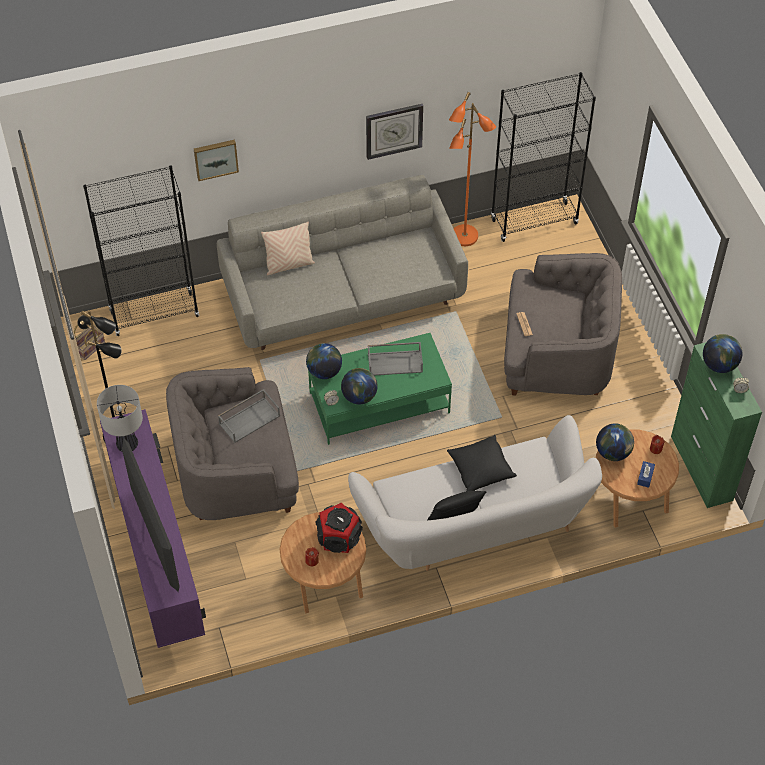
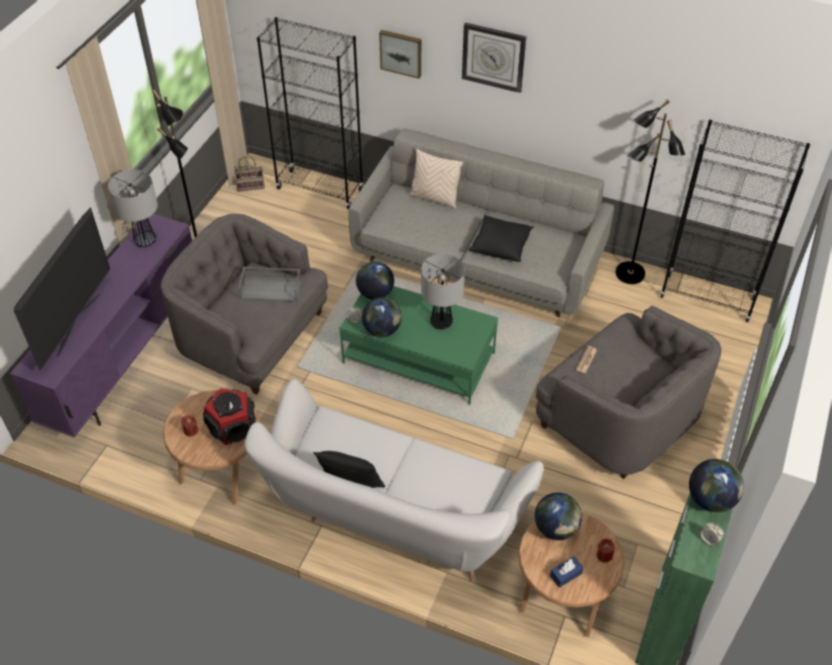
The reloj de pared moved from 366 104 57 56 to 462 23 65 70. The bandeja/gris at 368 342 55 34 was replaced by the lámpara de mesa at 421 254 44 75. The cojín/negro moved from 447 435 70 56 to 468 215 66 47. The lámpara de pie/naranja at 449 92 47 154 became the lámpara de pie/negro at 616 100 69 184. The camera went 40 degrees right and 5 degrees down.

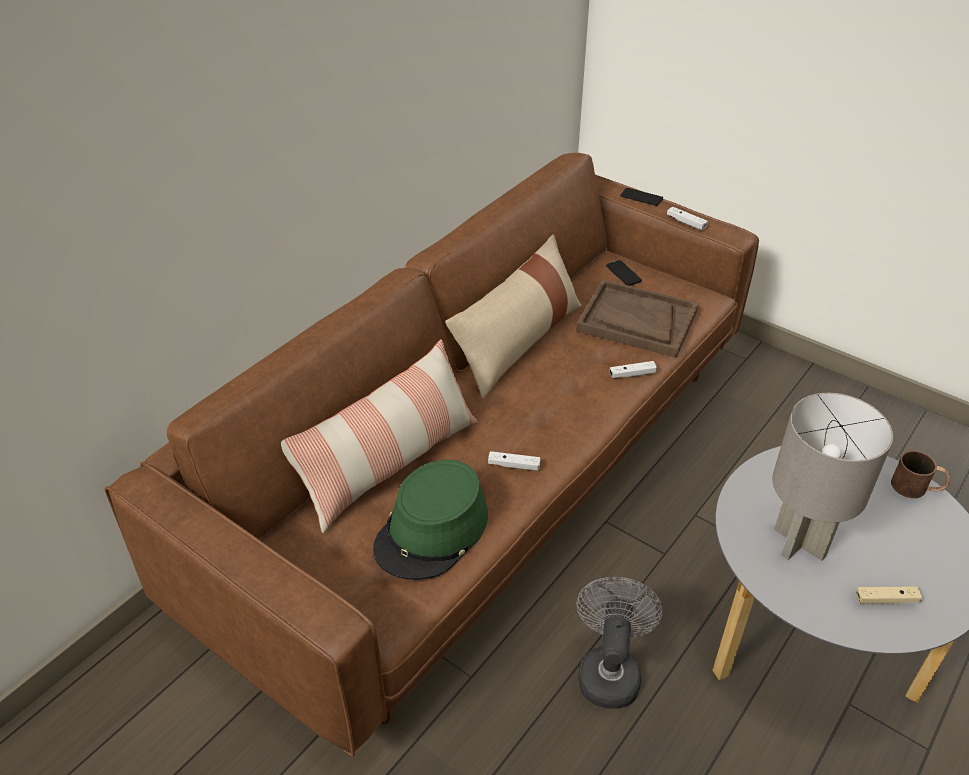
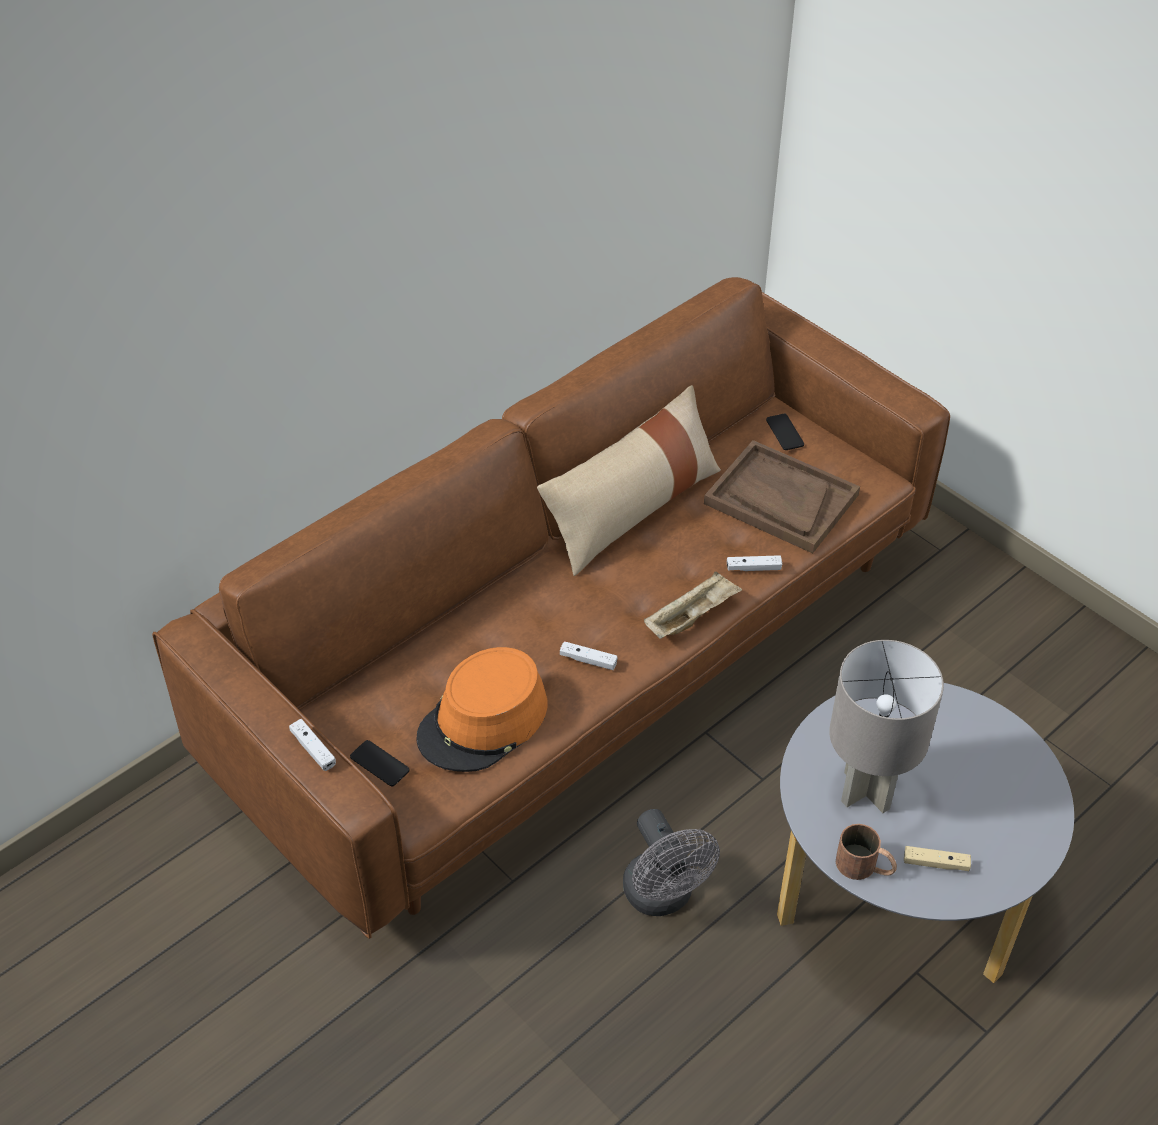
The cojín at 281 339 197 194 disappeared. The sombrero/verde at 373 460 115 120 became the sombrero/naranja at 416 647 131 125. The ventilador/gris at 576 577 87 132 turned 135 degrees clockwise. The móvil moved from 620 188 43 18 to 350 740 60 47. The mando de consola/blanco moved from 667 206 41 25 to 289 719 47 52. The taza grande/marrón moved from 891 451 59 47 to 836 824 61 56. The bandeja/beis at 644 572 98 67 appeared. The camera went 10 degrees right and 5 degrees up.

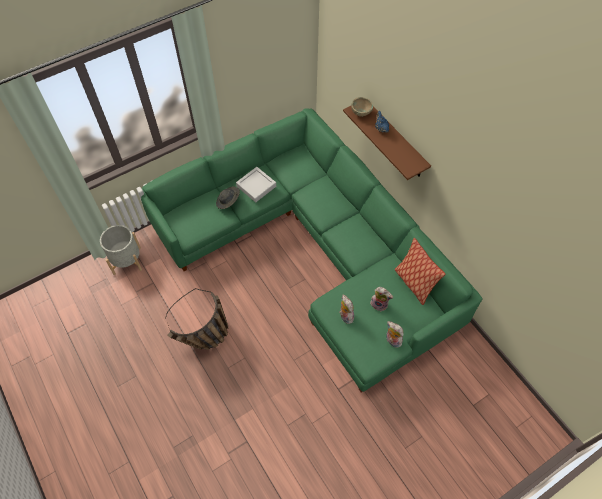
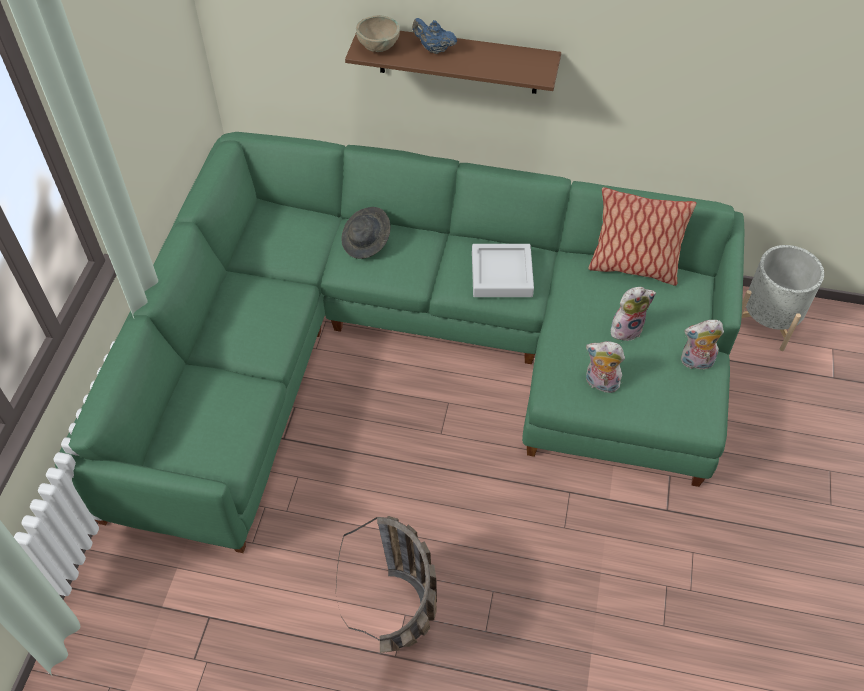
The maceta/gris moved from 100 225 42 50 to 742 245 82 106. The sombrero/gris moved from 216 186 24 23 to 342 207 49 52. The bandeja/gris moved from 236 167 40 35 to 472 244 62 53. The camera went 45 degrees left and 5 degrees down.

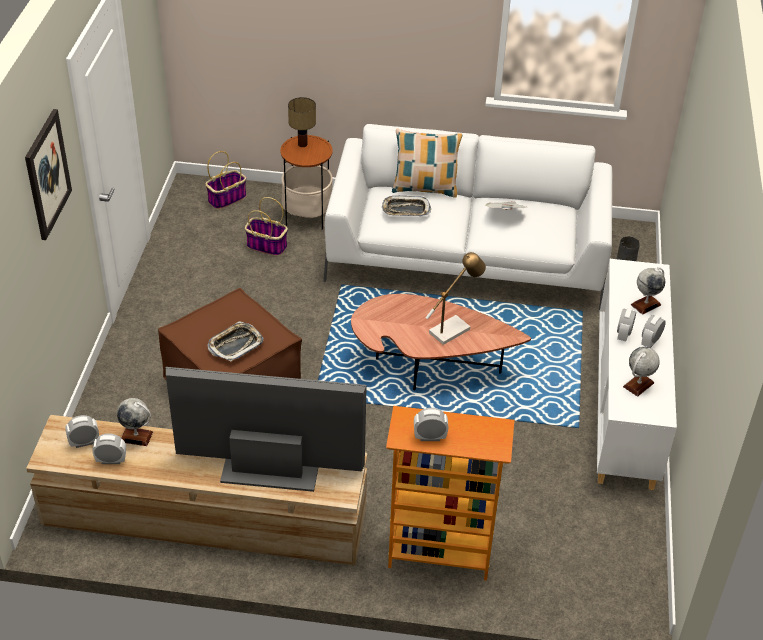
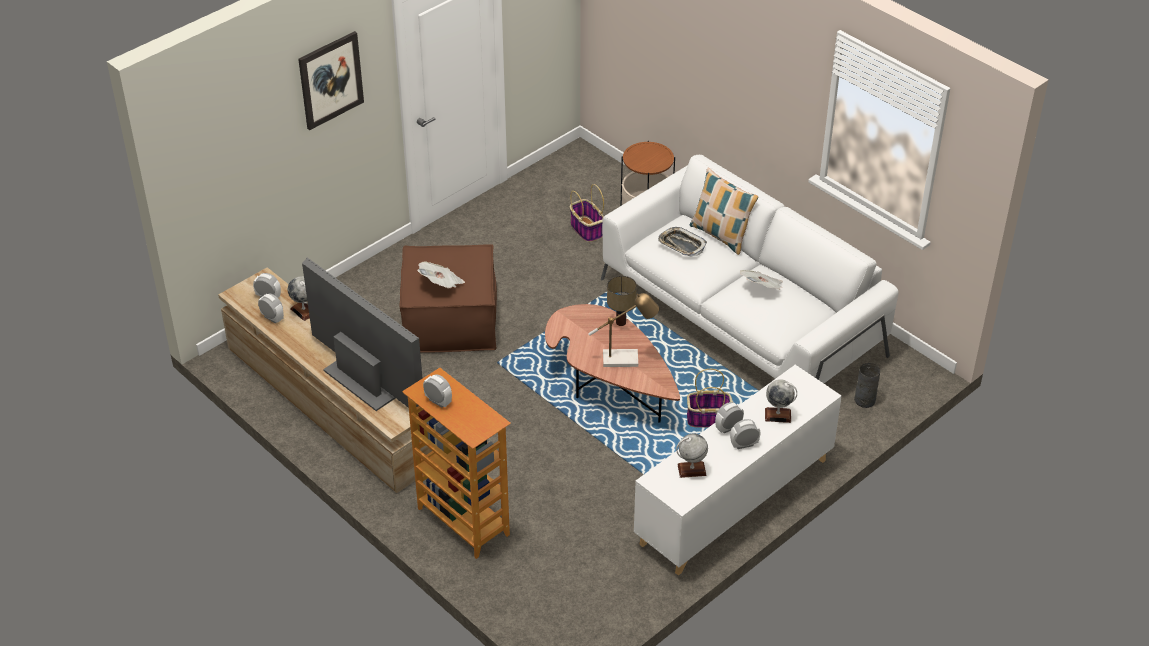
The cesta moved from 205 151 42 59 to 687 369 46 59. The bandeja at 207 321 57 41 was replaced by the periódico at 417 261 48 28. The lámpara de mesa moved from 288 97 28 50 to 607 276 30 50. The camera went 40 degrees right and 0 degrees up.

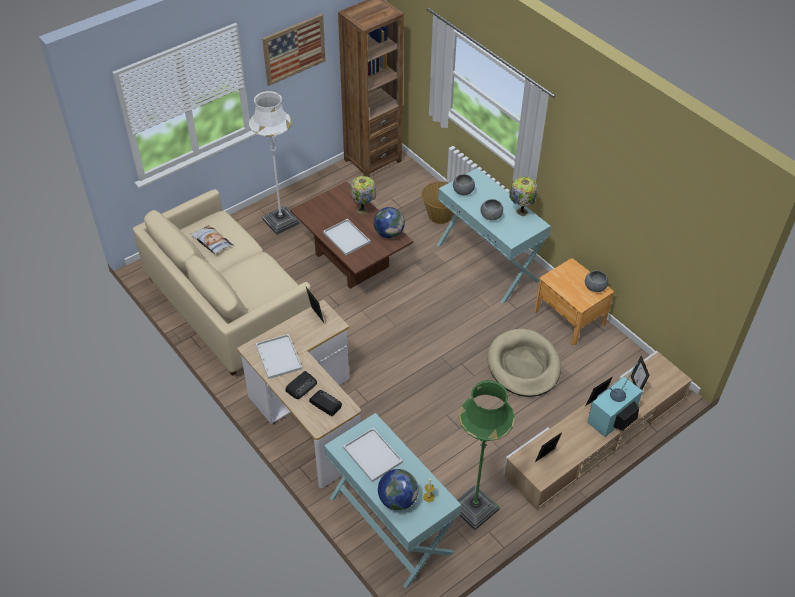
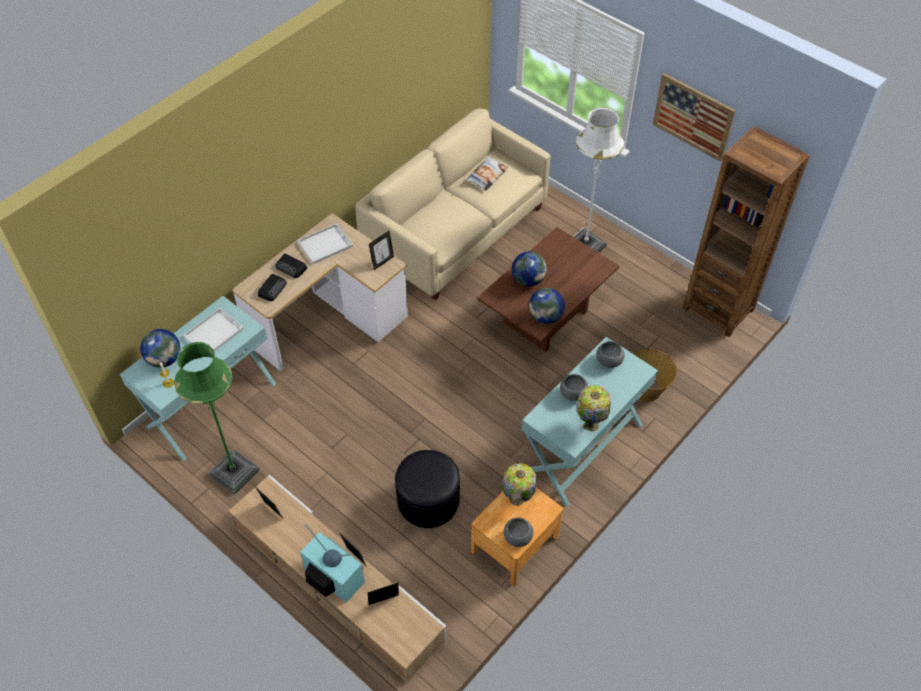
The bandeja/blanco at 323 219 47 36 was replaced by the globo terráqueo at 512 251 35 36. The lámpara de mesa moved from 350 176 26 38 to 502 463 35 43. The cama para perro/beis at 487 329 74 68 was replaced by the puf/negro at 395 450 65 78. The camera went 80 degrees right and 5 degrees up.

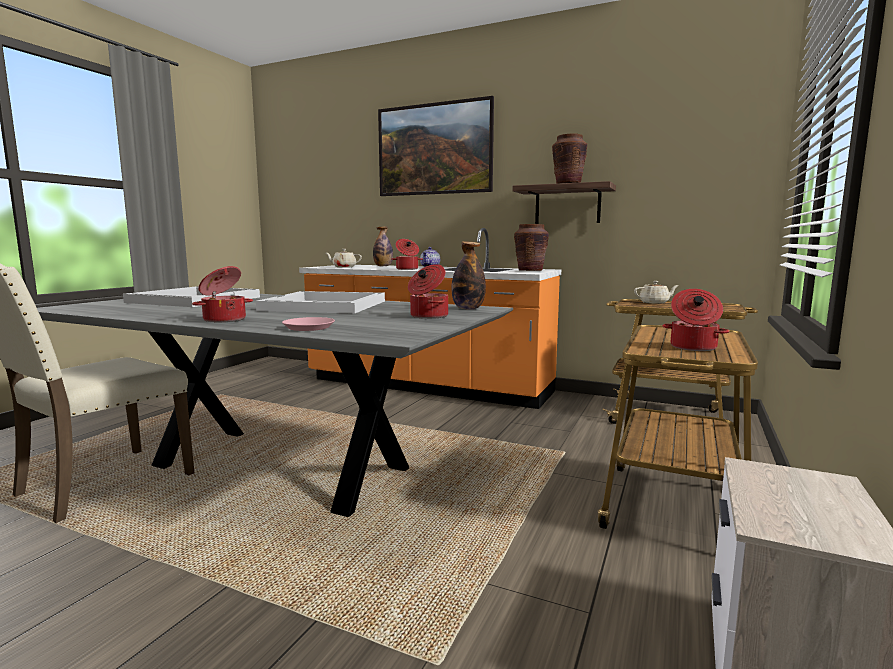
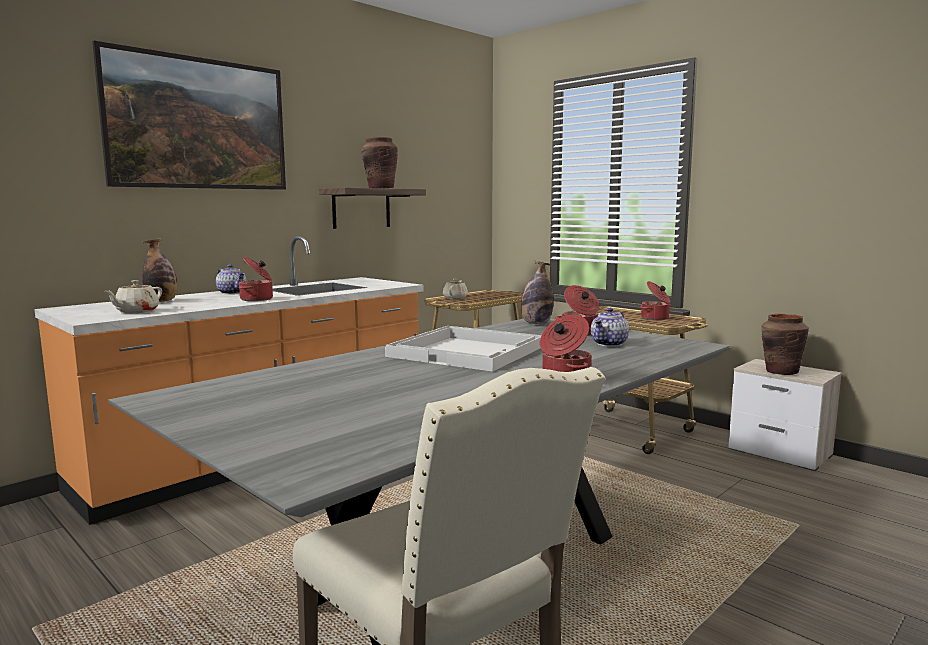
The bandeja/blanco at 123 286 137 21 disappeared. The plato/rosa at 282 317 53 14 disappeared. The florero/marrón moved from 514 224 35 47 to 761 314 48 61. The tetera at 591 308 38 39 appeared. The camera went 70 degrees left and 0 degrees up.

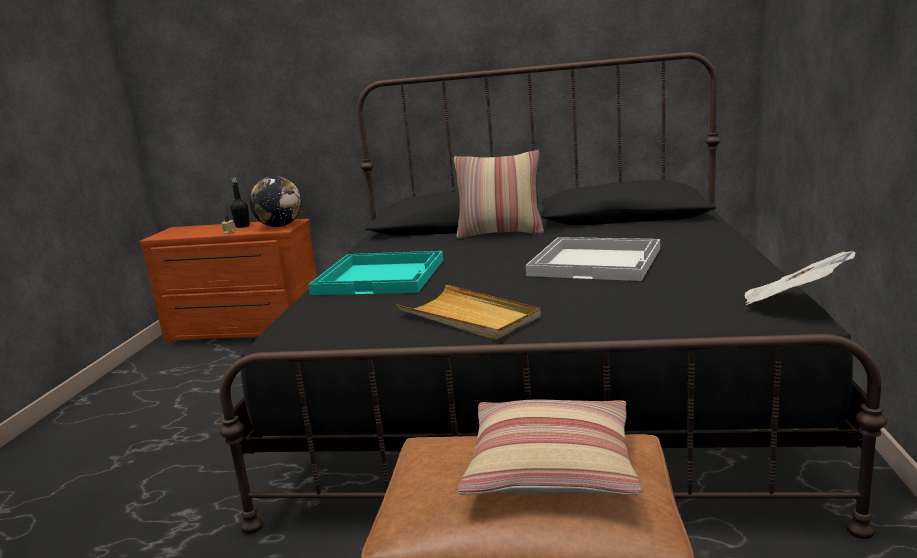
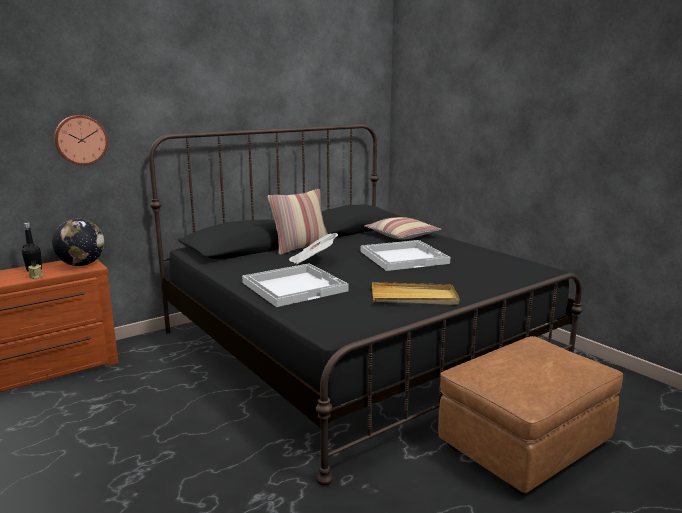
The bandeja/turquesa at 308 251 135 44 became the bandeja/blanco at 242 263 107 44. The cojín moved from 457 400 186 95 to 364 217 77 23. The periódico moved from 744 251 111 54 to 289 233 49 31. The reloj de pared at 54 115 54 50 appeared. The camera went 45 degrees left and 0 degrees up.

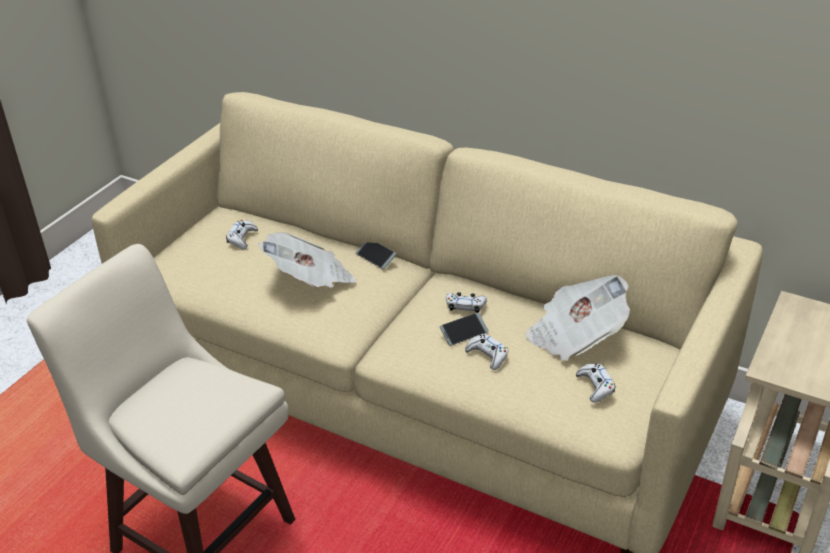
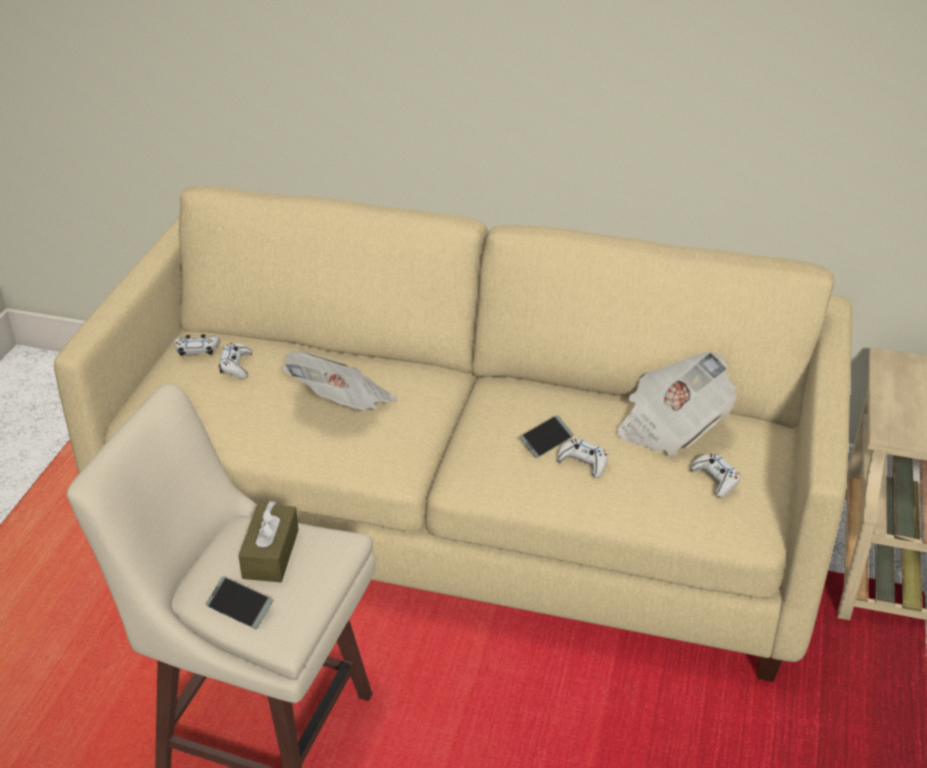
The móvil moved from 356 242 41 27 to 205 577 68 52. The mando de consola/blanco moved from 446 292 41 21 to 174 334 46 22. The caja de pañuelos/marrón at 238 501 61 81 appeared. The camera went 15 degrees left and 0 degrees up.

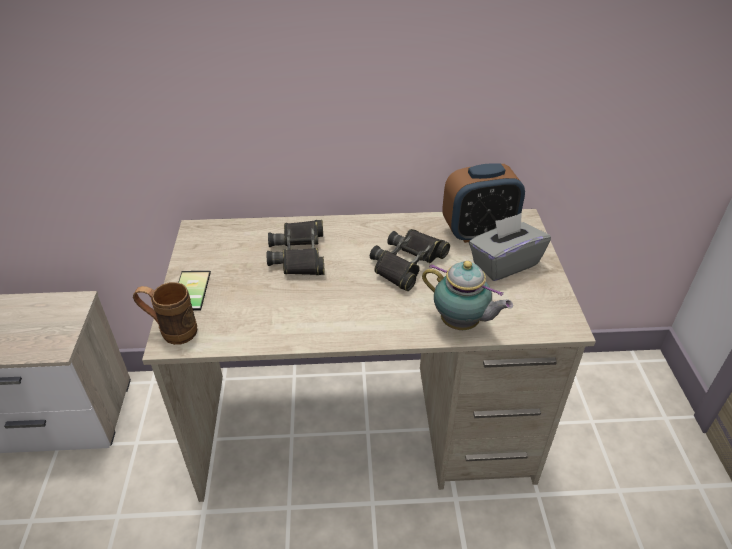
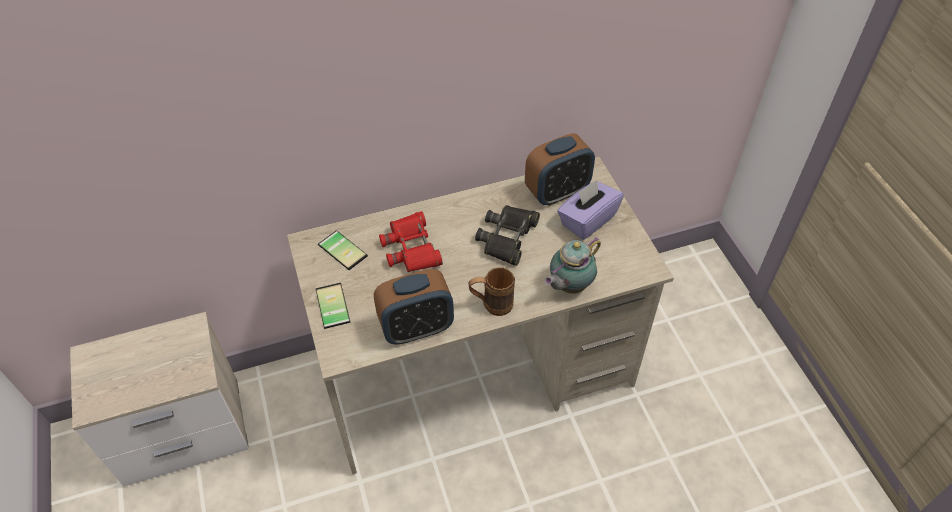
The taza grande/marrón moved from 133 282 64 63 to 468 268 47 48. The prismáticos/negro at 267 220 58 55 became the prismáticos/rojo at 379 211 64 61. The tetera at 422 261 91 69 turned 120 degrees clockwise. The caja de pañuelos/gris at 469 213 82 68 became the caja de pañuelos/morado at 557 180 67 60. The móvil at 318 230 50 40 appeared. The despertador at 374 269 80 76 appeared. The camera went 15 degrees left and 10 degrees up.

